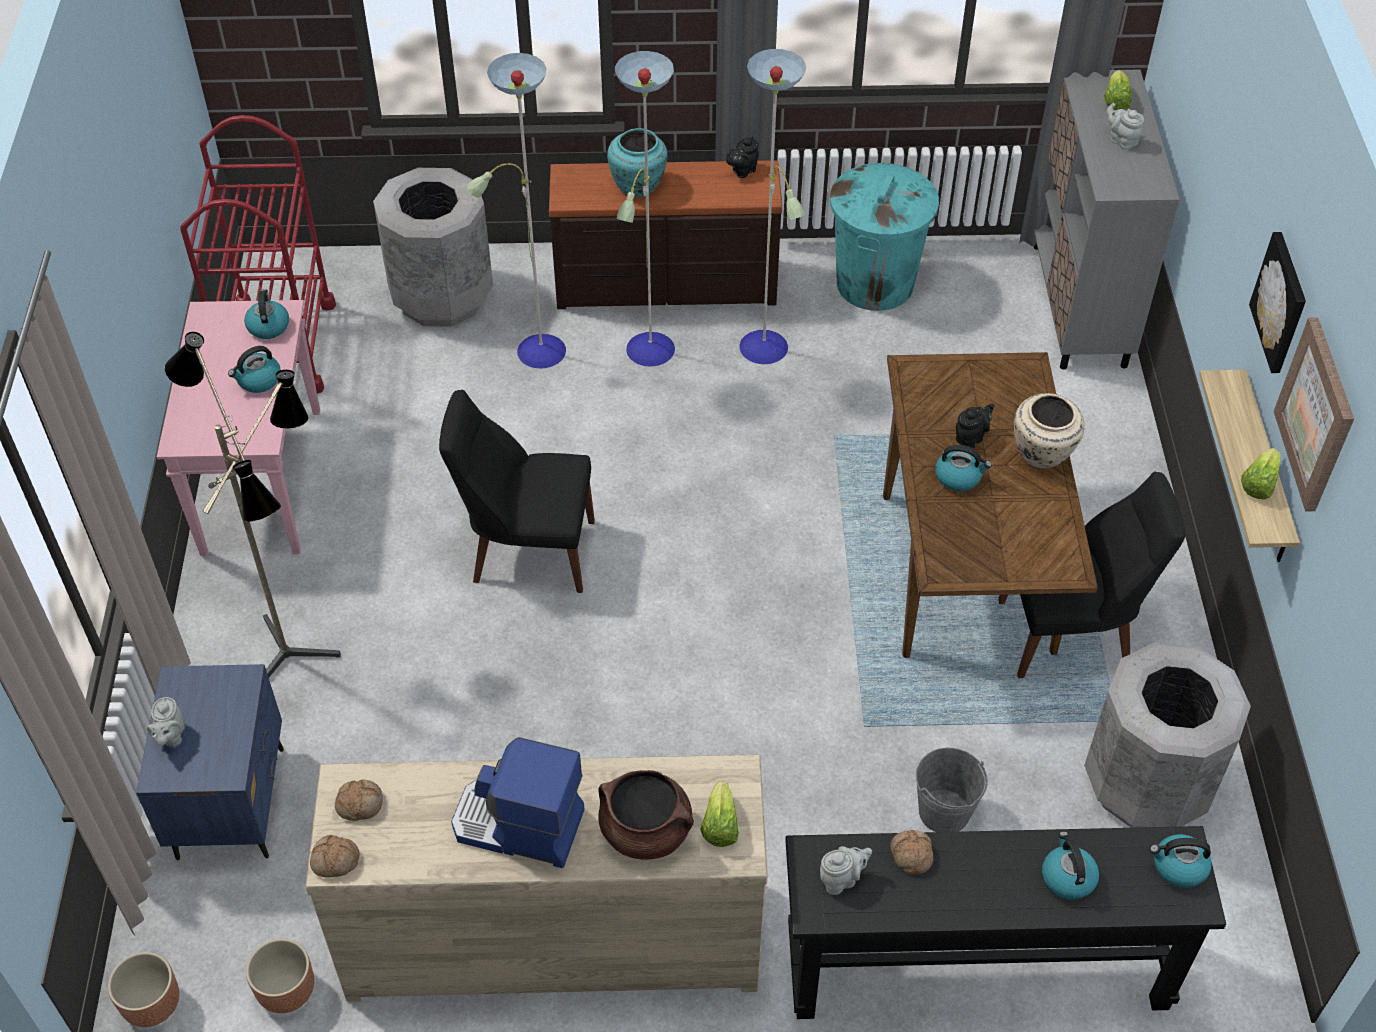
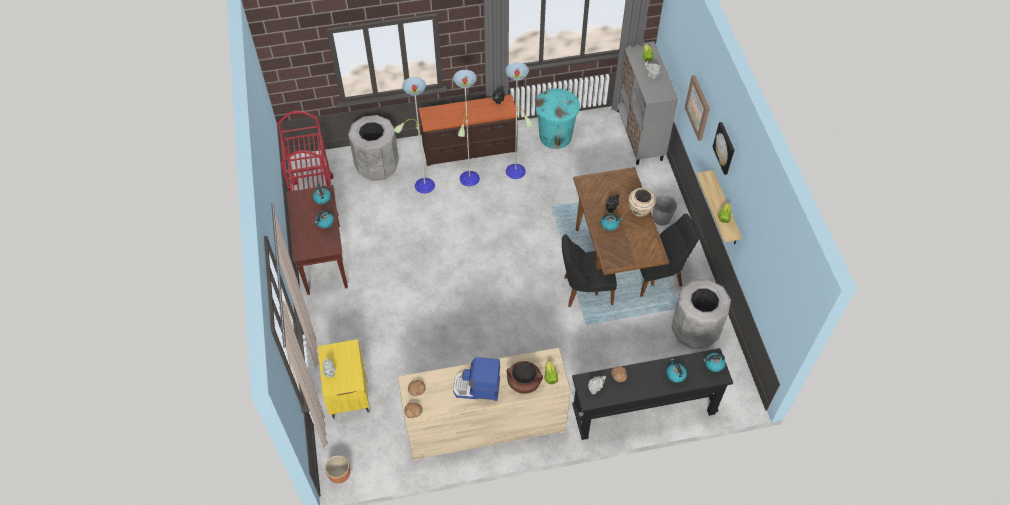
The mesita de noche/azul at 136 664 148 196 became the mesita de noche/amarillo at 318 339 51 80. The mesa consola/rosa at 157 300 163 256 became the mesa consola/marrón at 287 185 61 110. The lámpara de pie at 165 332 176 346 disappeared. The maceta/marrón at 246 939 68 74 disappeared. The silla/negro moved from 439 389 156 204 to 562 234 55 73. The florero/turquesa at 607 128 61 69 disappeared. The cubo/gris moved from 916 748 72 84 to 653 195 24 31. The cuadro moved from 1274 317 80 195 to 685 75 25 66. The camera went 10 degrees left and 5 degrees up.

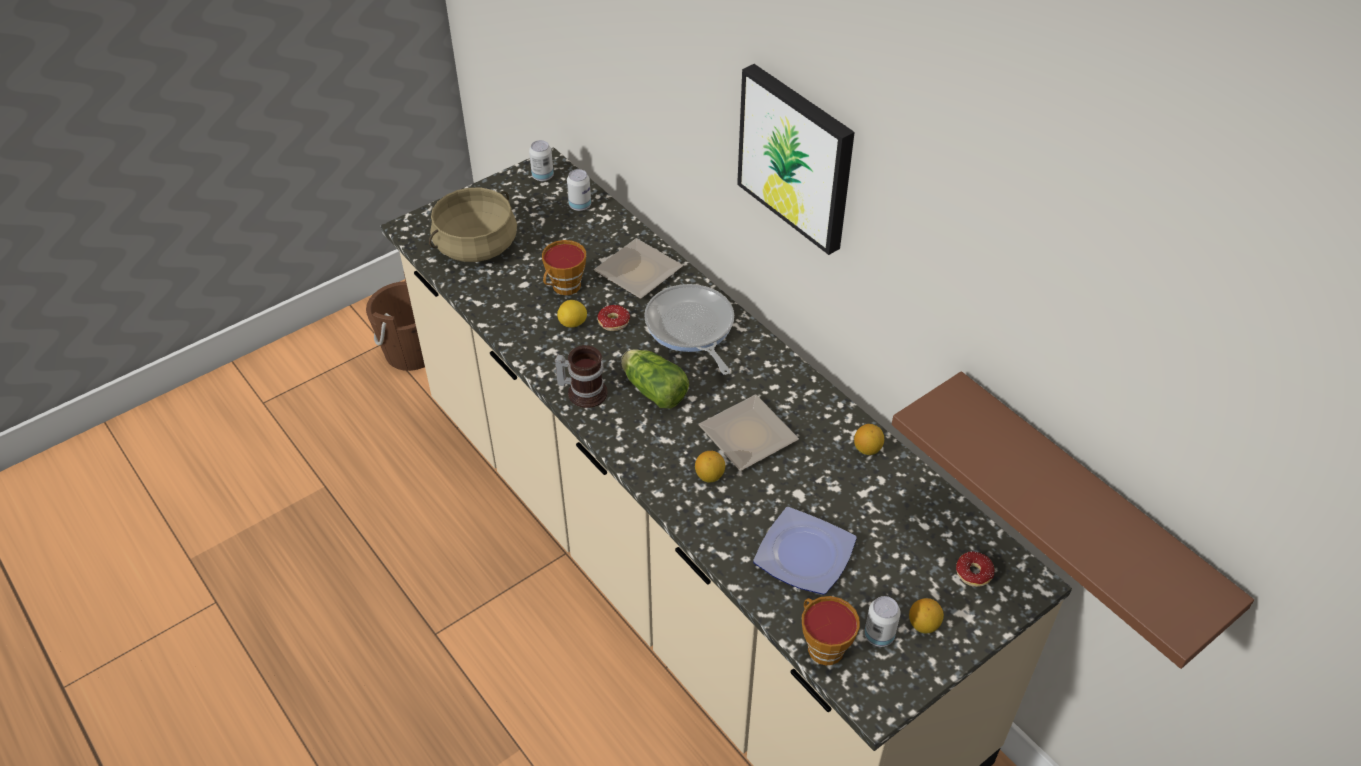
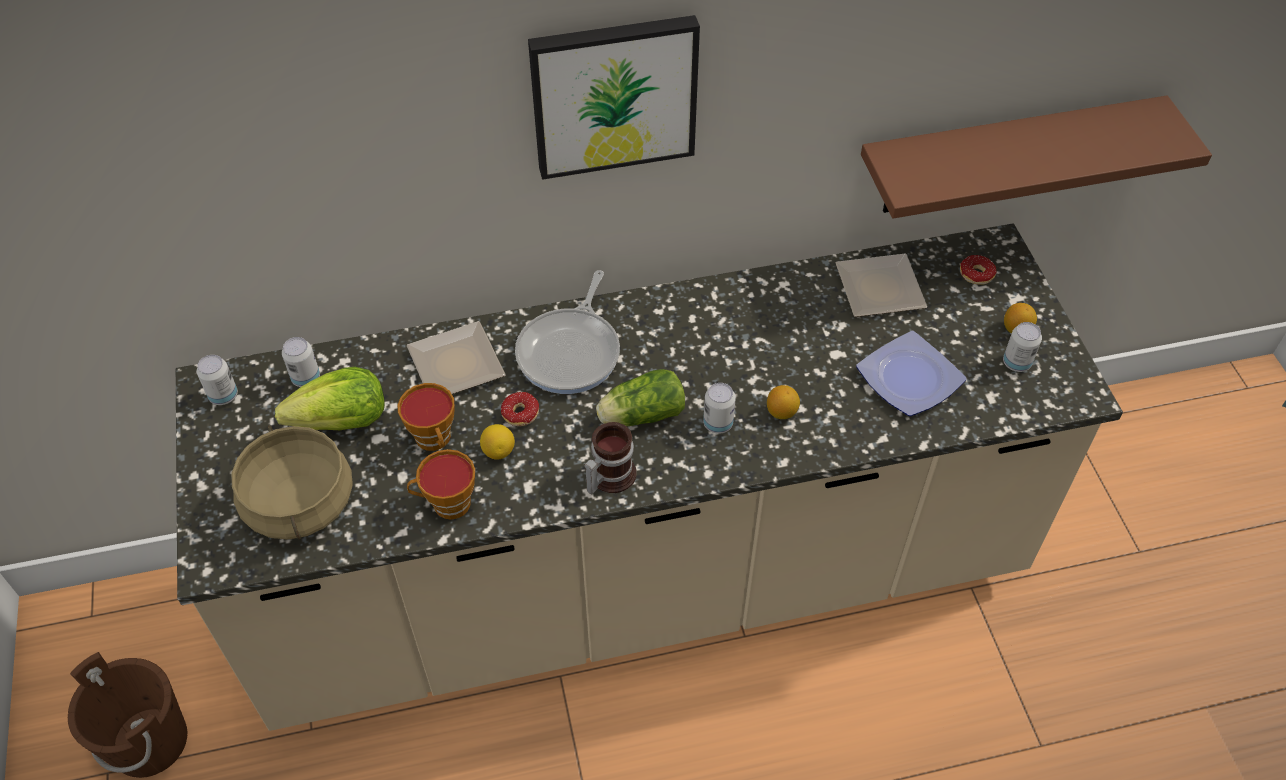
The sartén at 644 284 90 91 turned 75 degrees counterclockwise. The plato moved from 698 395 101 76 to 835 254 92 63. The taza moved from 802 596 58 69 to 407 449 68 71. The limón at 854 424 30 31 disappeared. The lechuga at 275 367 109 63 appeared. The lata at 703 383 33 51 appeared. The camera went 65 degrees left and 5 degrees up.

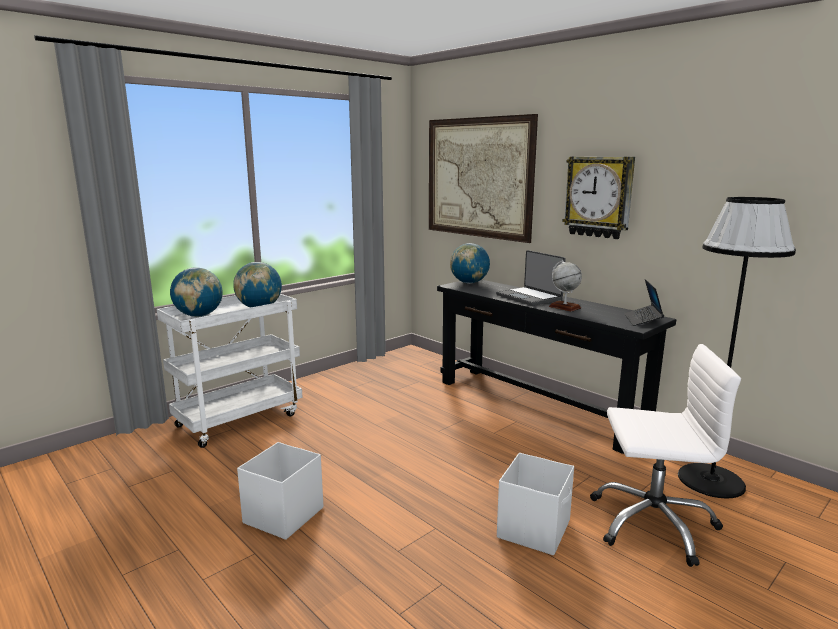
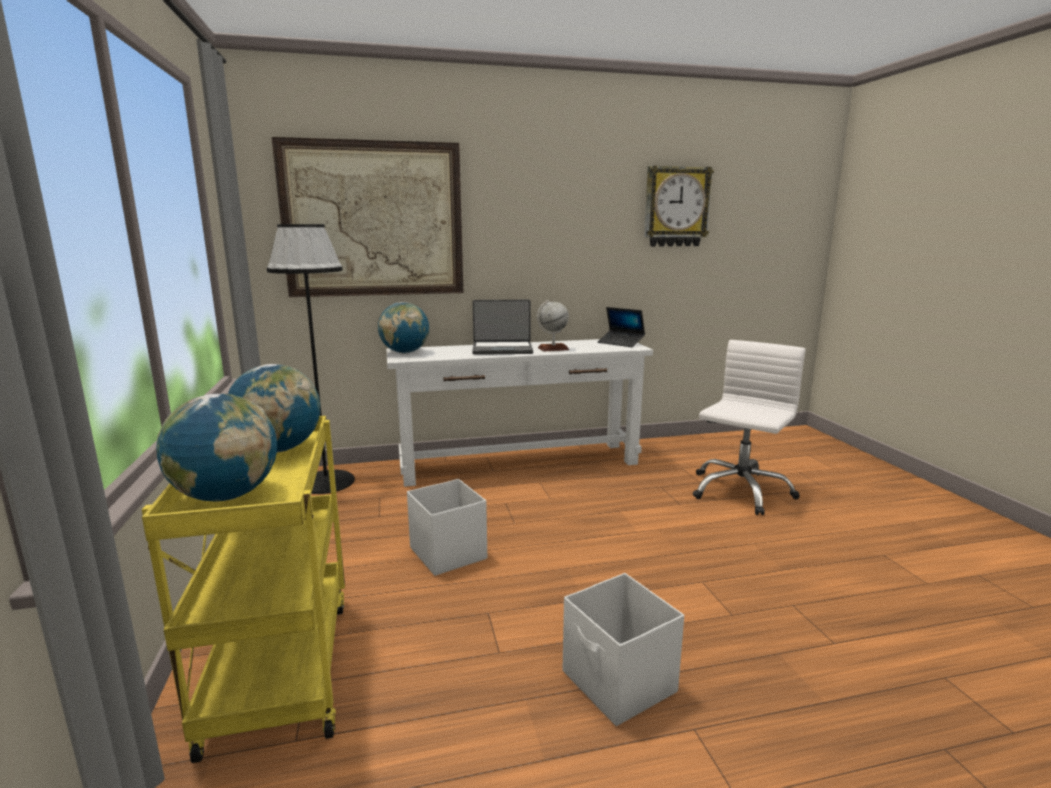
The carrito/blanco at 157 294 146 154 became the carrito/amarillo at 142 416 203 347. The mesa consola/negro at 437 280 240 174 became the mesa consola/blanco at 386 339 267 148. The caja de almacenaje/blanco moved from 497 453 77 102 to 407 479 80 97. The reloj de pared moved from 563 157 72 82 to 644 165 70 82. The lámpara de pie/negro moved from 678 197 118 301 to 267 224 88 270. The camera went 60 degrees left and 0 degrees up.

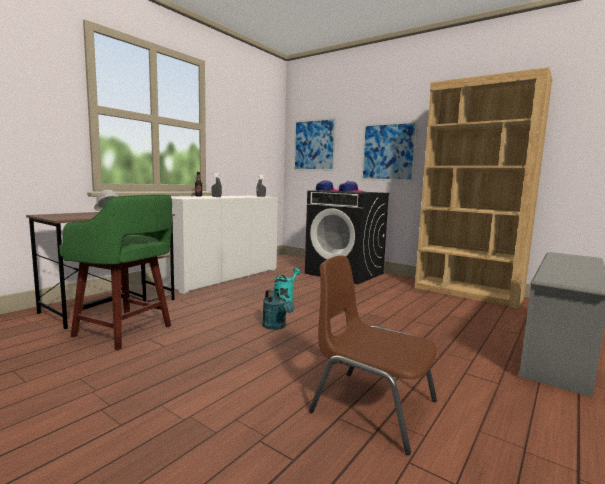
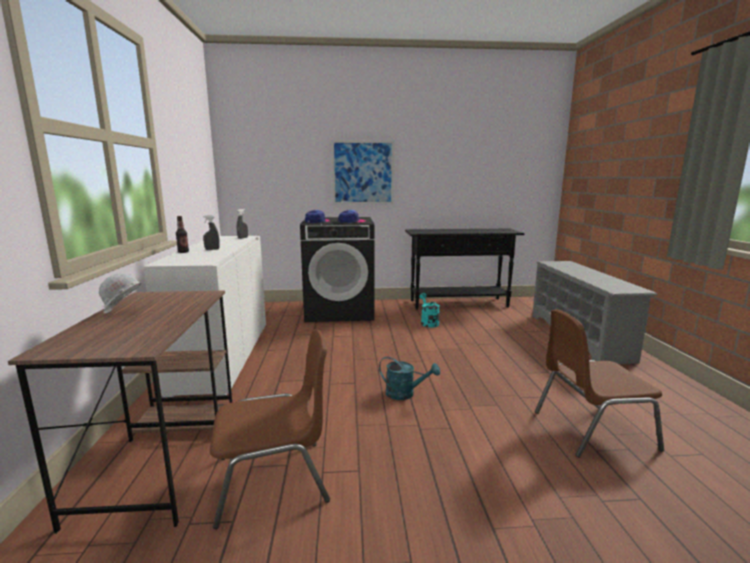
The taburete/verde at 59 195 113 156 was replaced by the silla/marrón at 210 329 120 200. The regadera/turquesa moved from 274 268 27 34 to 419 293 21 35. The cuadro at 293 117 44 54 disappeared. The estantería/marrón at 415 67 137 242 was replaced by the mesa consola/negro at 405 229 119 81. The camera went 40 degrees left and 5 degrees up.

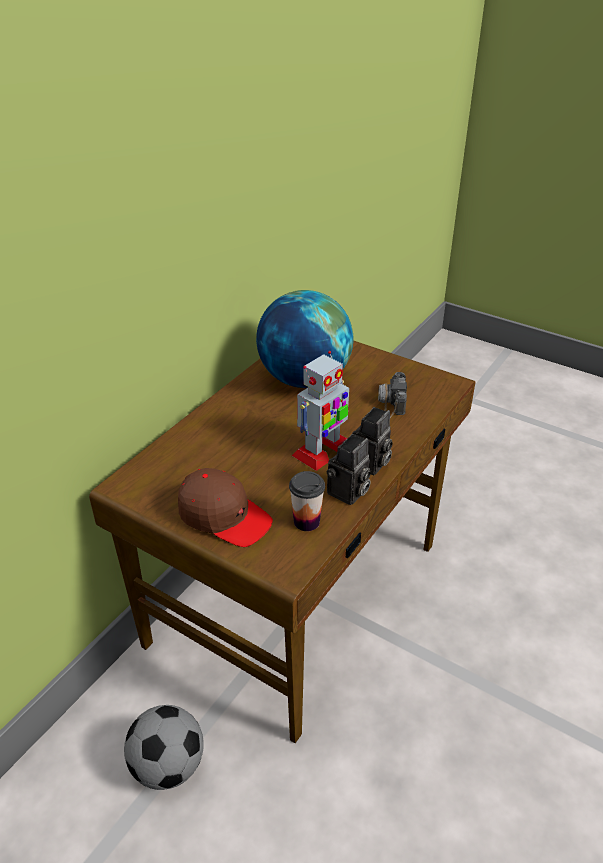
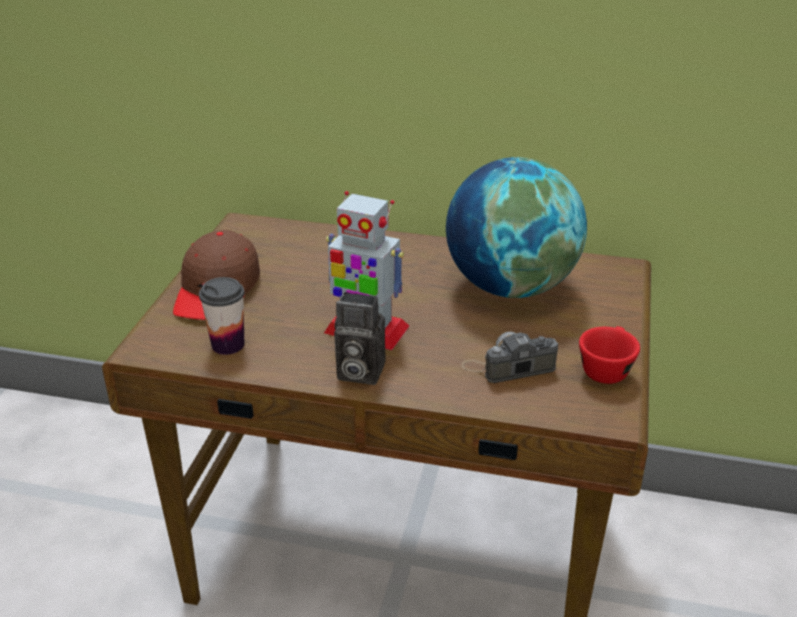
The balón de fútbol at 124 705 80 85 disappeared. The cámara at 327 434 44 71 disappeared. The taza/rojo at 579 326 61 58 appeared. The camera went 70 degrees right and 5 degrees down.

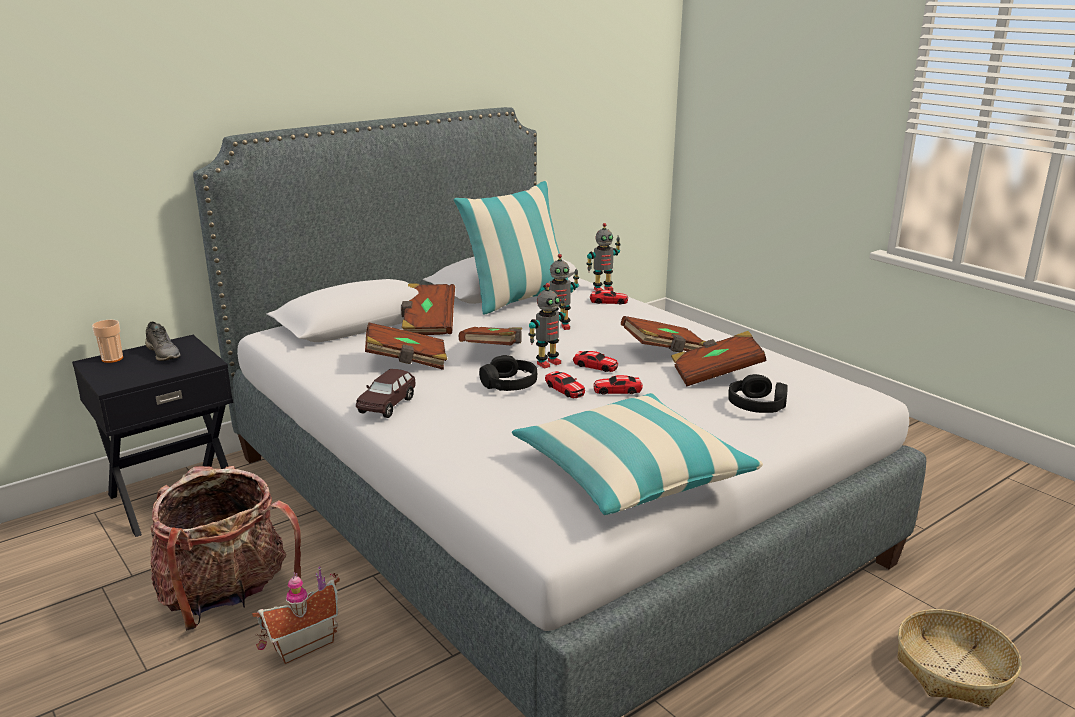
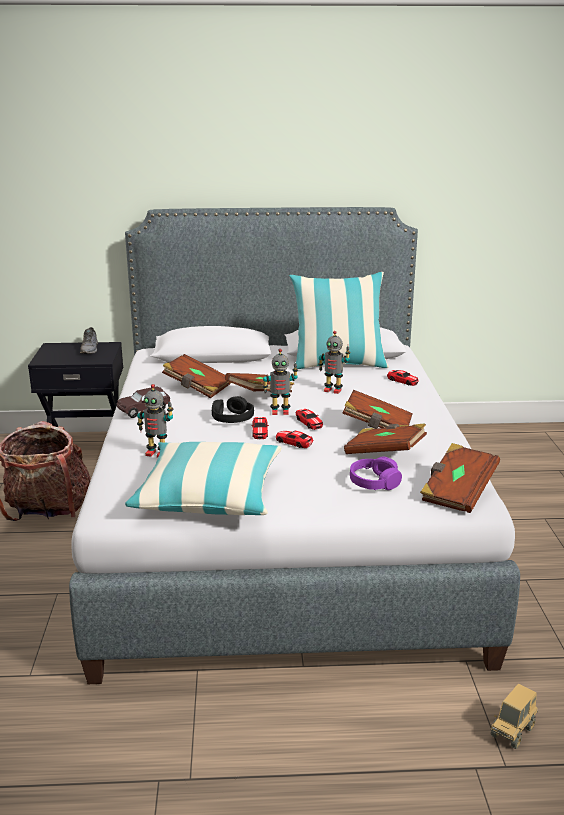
The taza at 92 320 31 43 disappeared. The casita at 252 566 88 98 disappeared. The libro/marrón moved from 401 283 54 52 to 420 443 80 70. The robot de juguete moved from 586 223 35 68 to 137 384 36 73. The auriculares/negro at 728 374 60 39 became the auriculares/morado at 350 456 52 34. The cesta at 898 609 124 99 disappeared. The camión de juguete at 490 683 48 66 appeared. The camera went 35 degrees right and 0 degrees up.

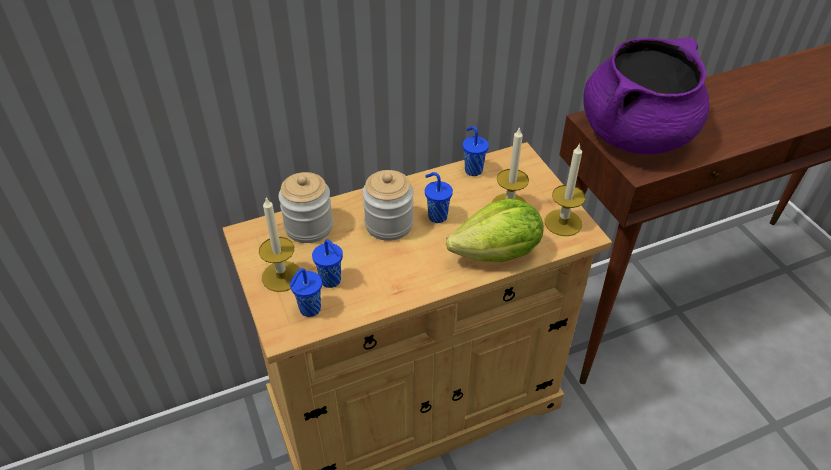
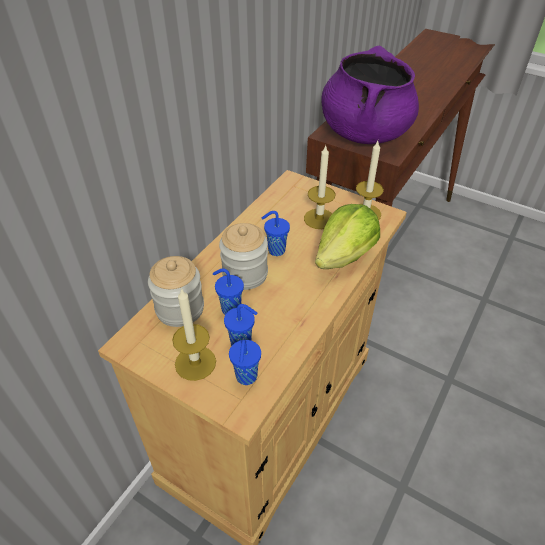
The taza/azul moved from 463 126 26 50 to 213 269 31 46. The camera went 35 degrees left and 0 degrees up.

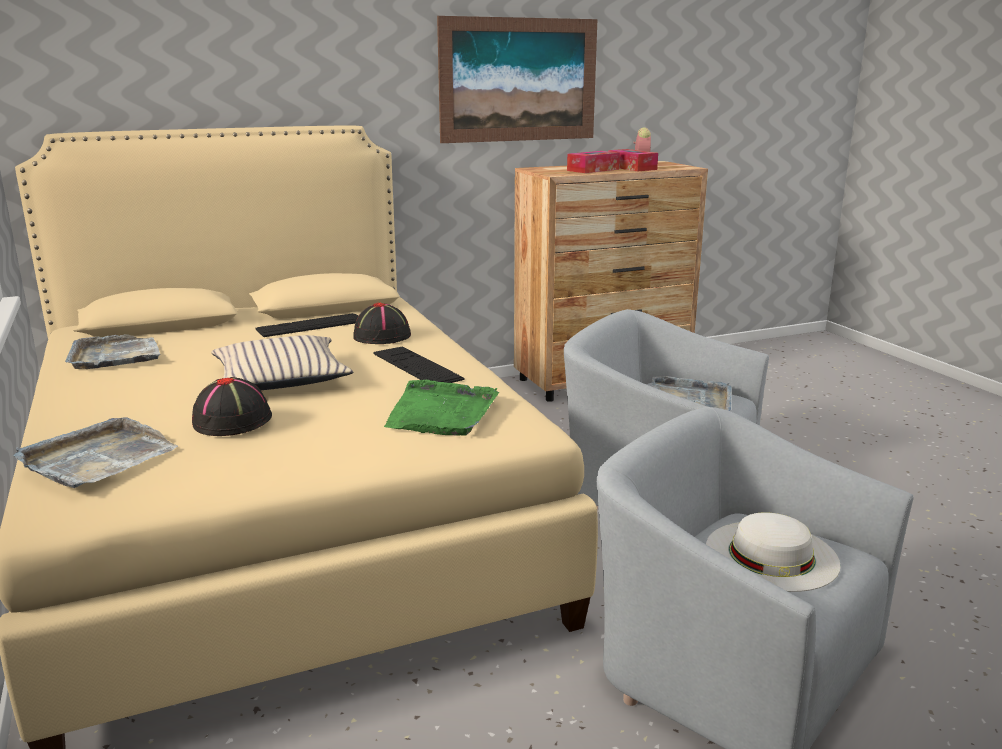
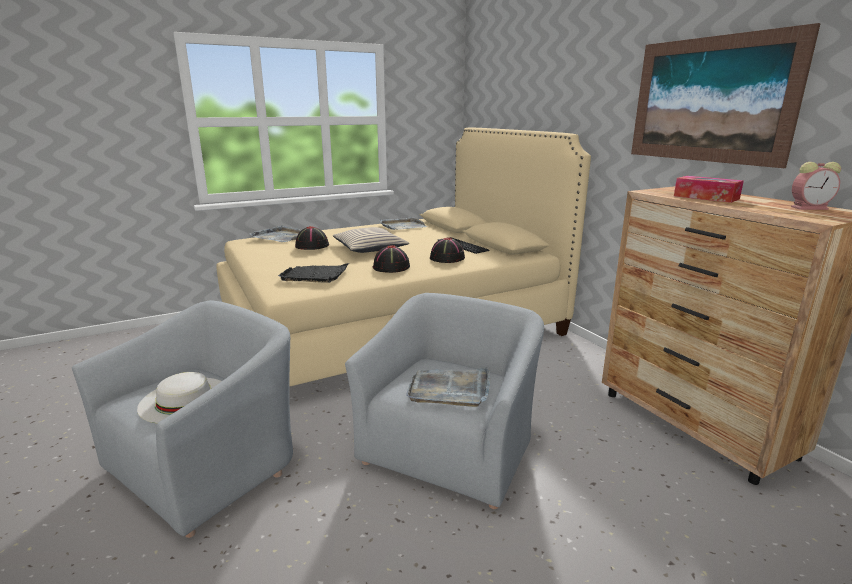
The teclado at 374 346 90 37 was replaced by the sombrero/negro at 373 245 37 28. The bandeja/verde at 384 380 115 56 became the bandeja/negro at 278 263 71 20. The caja de pañuelos at 608 149 50 22 disappeared. The camera went 85 degrees right and 0 degrees up.

